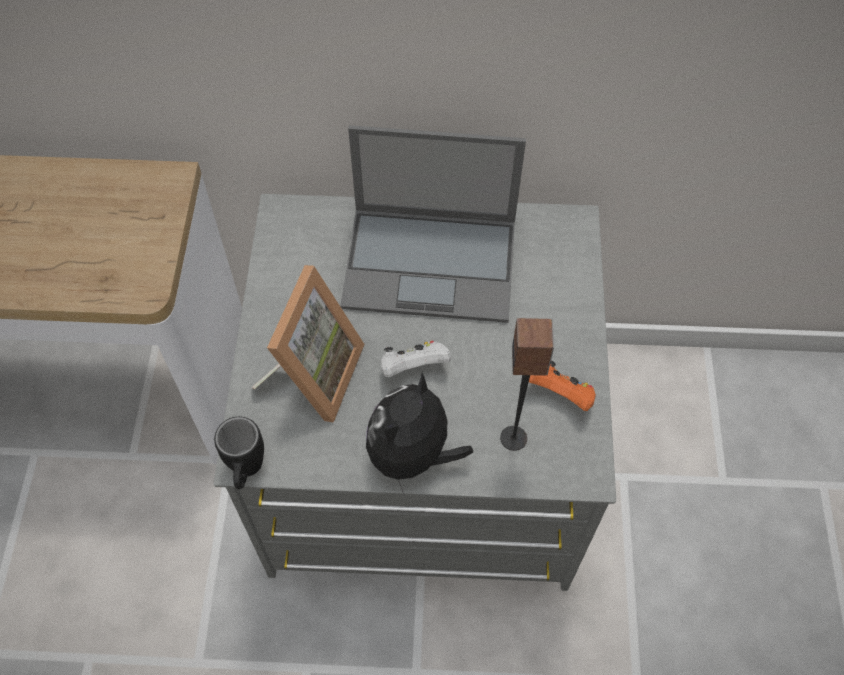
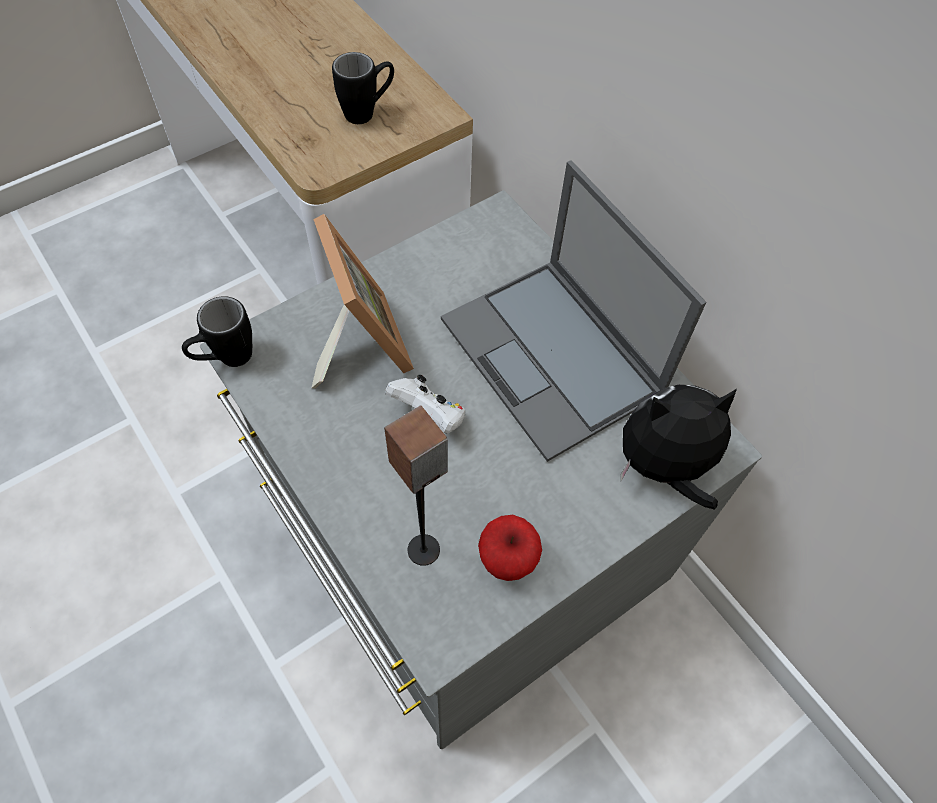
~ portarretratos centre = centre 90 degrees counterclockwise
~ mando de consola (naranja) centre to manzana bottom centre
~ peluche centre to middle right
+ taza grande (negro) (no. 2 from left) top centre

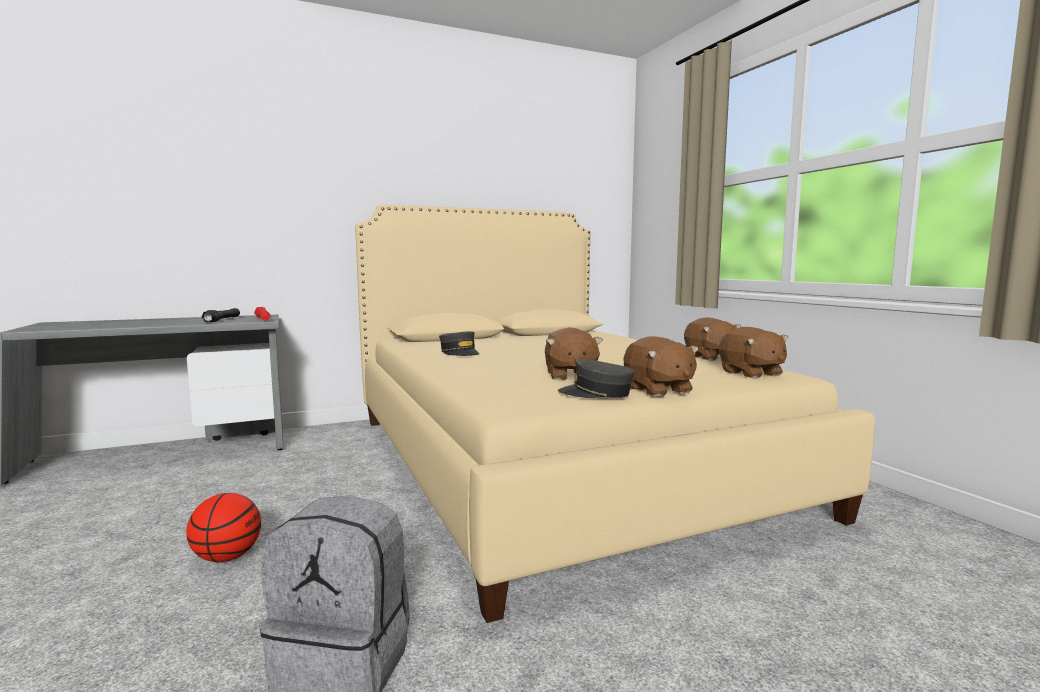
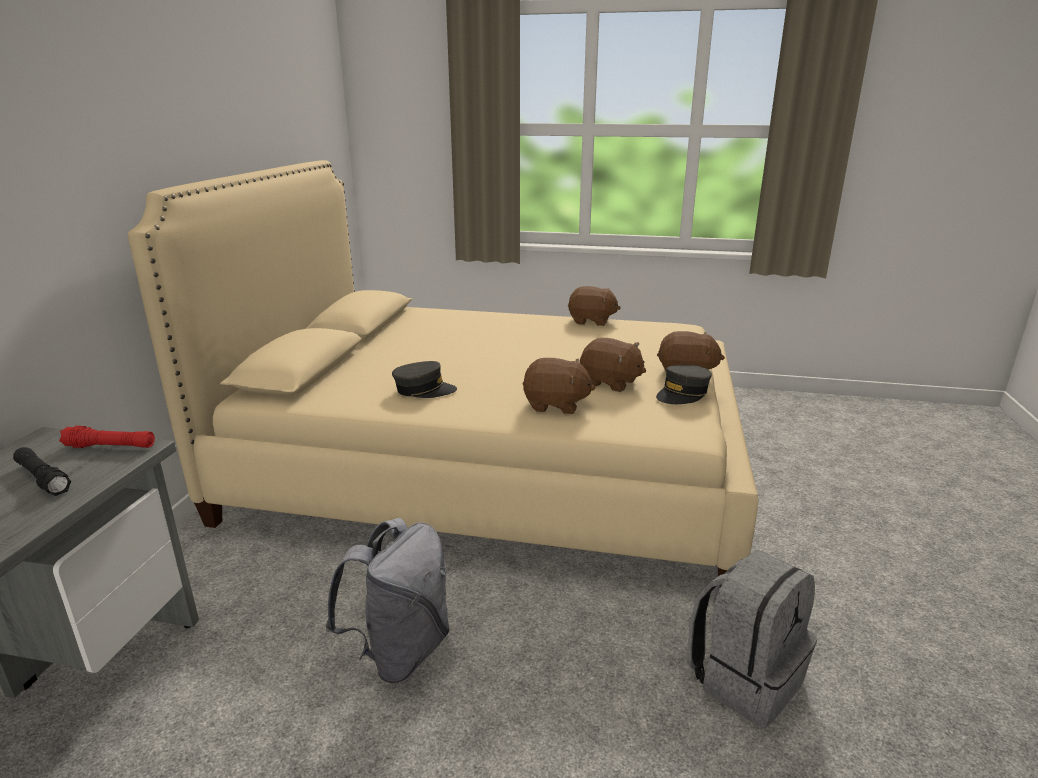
~ peluche (marrón) (no. 4 from left in the first image) middle right to peluche (marrón) (no. 1 from left) centre
- balón de baloncesto bottom left
+ mochila (gris) (no. 1 from left) bottom centre

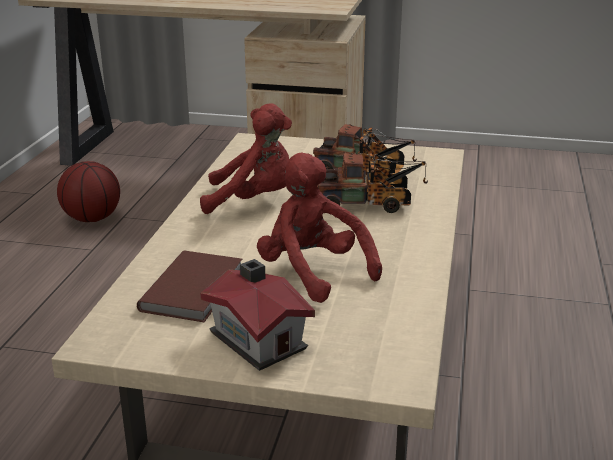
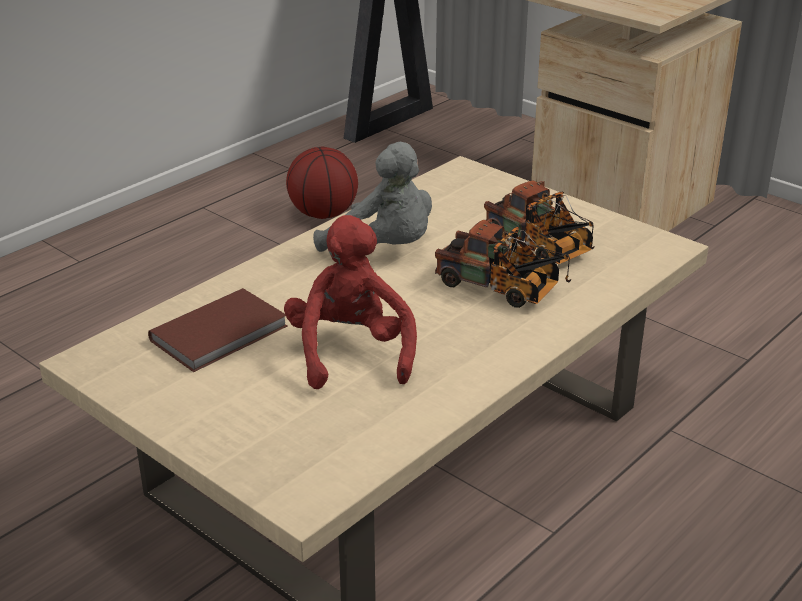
~ peluche (rojo) (no. 1 from left) centre to peluche (gris) top centre
- casita bottom centre

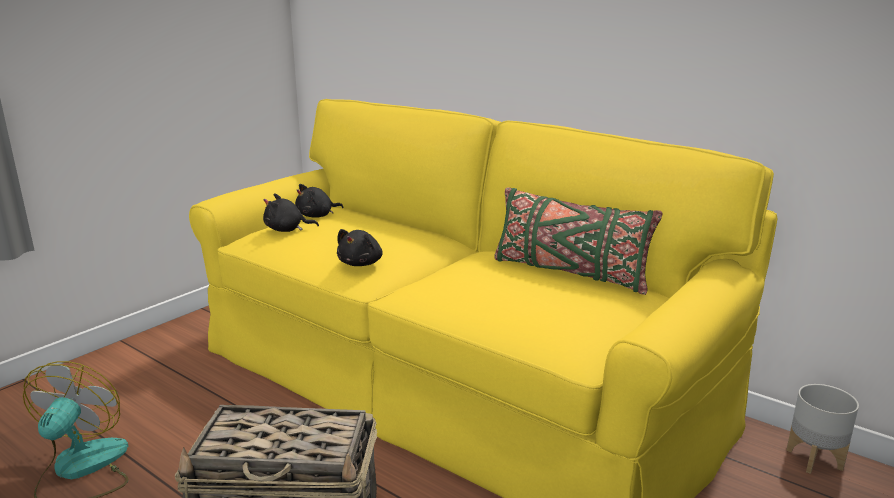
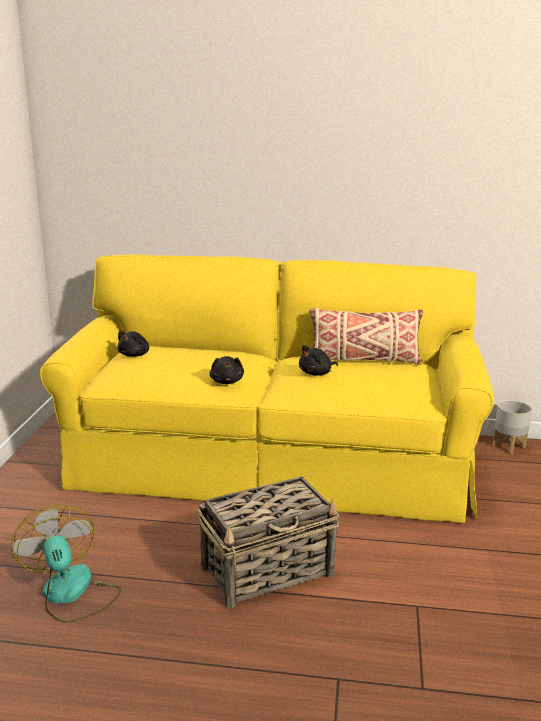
~ cojín (verde) centre to cojín (beis) middle right
~ peluche (negro) (no. 1 from left in the first image) middle left to peluche (negro) (no. 3 from left) centre

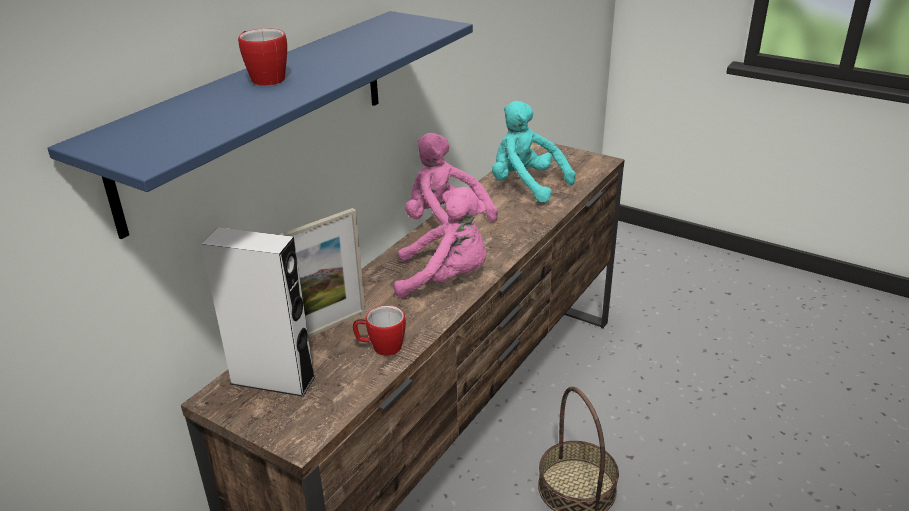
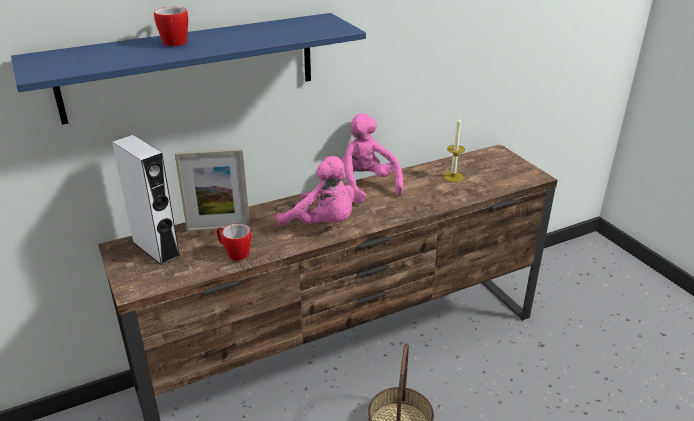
~ peluche (turquesa) top centre to vela centre

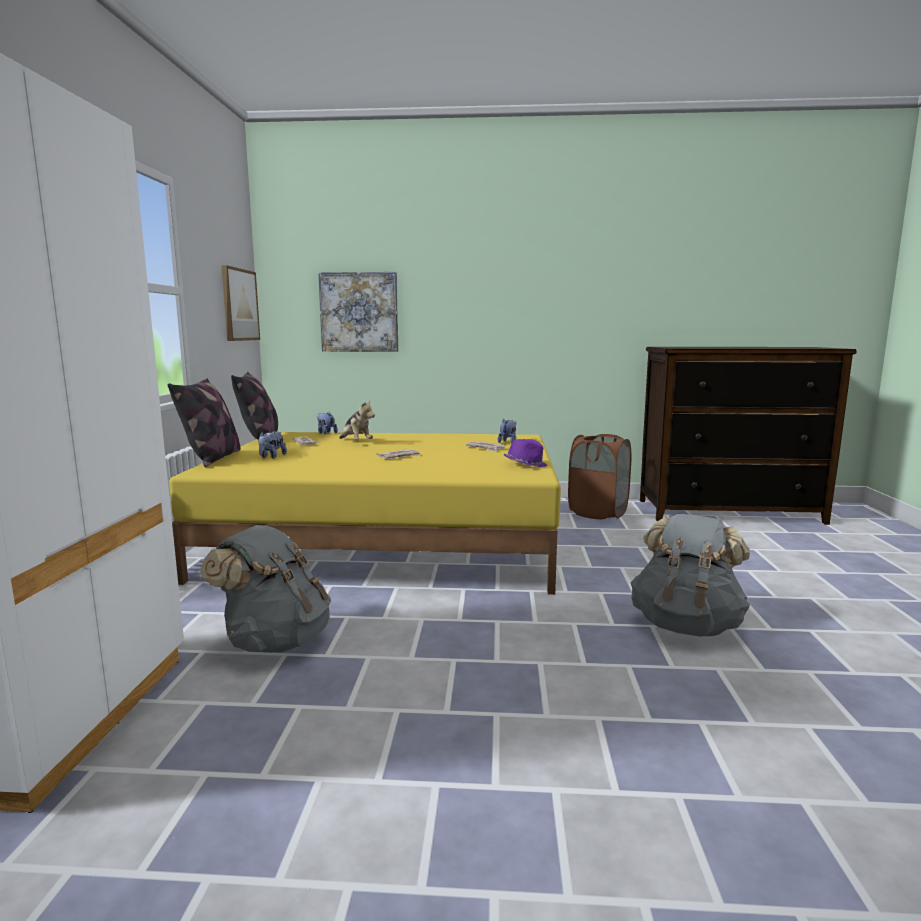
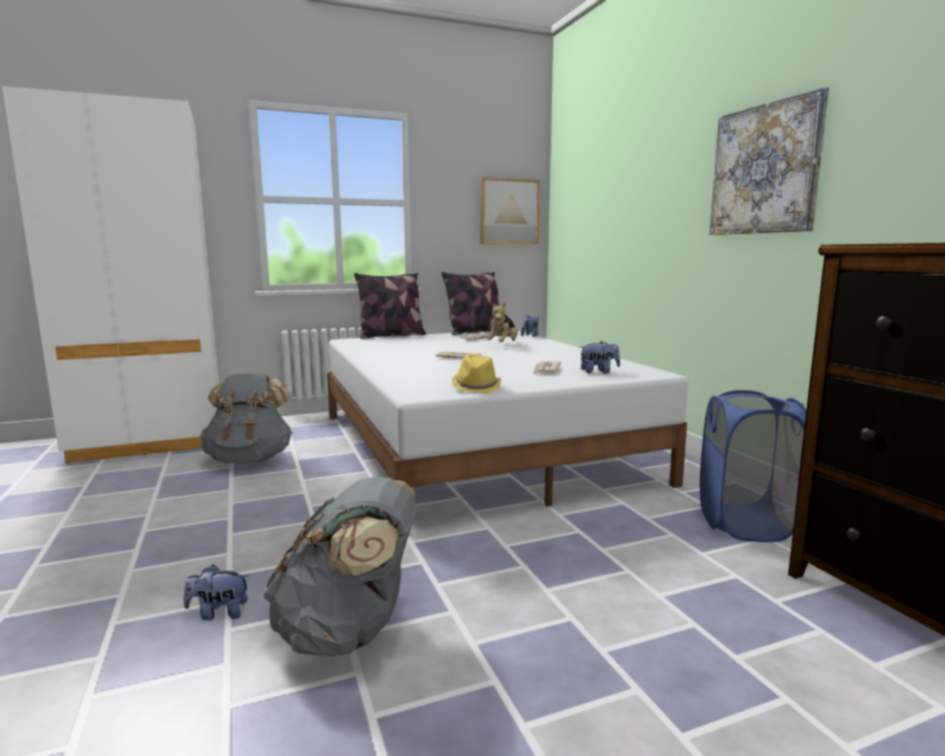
~ cuadro (no. 2 from left) centre to top right
~ peluche (no. 1 from left) middle left to bottom left
~ cama (amarillo) centre to cama (blanco) centre
~ cesto de la ropa (marrón) centre to cesto de la ropa (azul) middle right
~ sombrero (morado) centre to sombrero (amarillo) centre

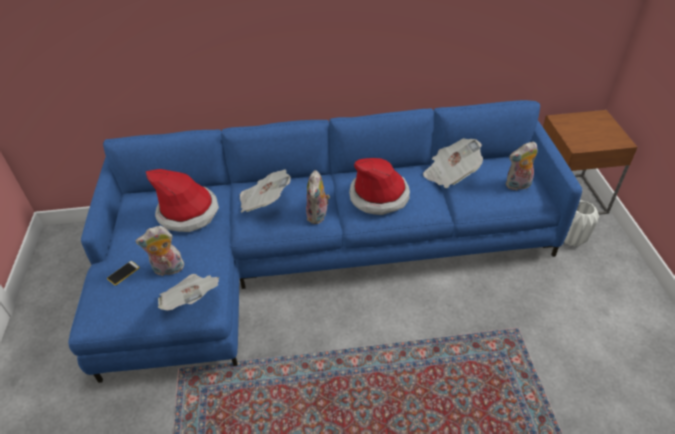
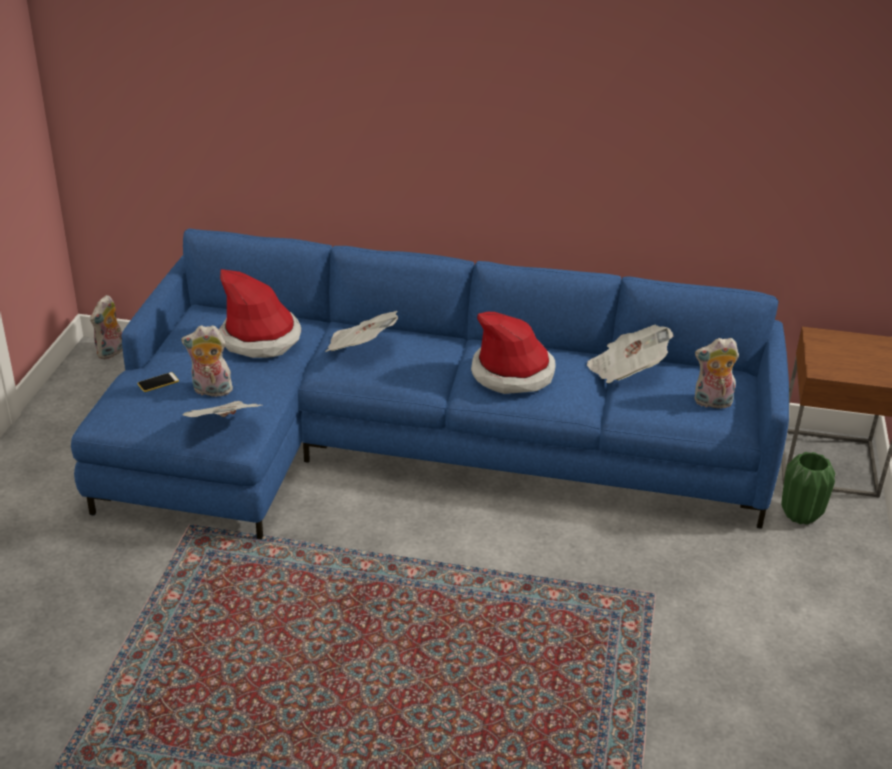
~ peluche (no. 2 from left in the first image) centre to peluche (no. 1 from left) middle left
~ florero (blanco) middle right to florero (verde) middle right

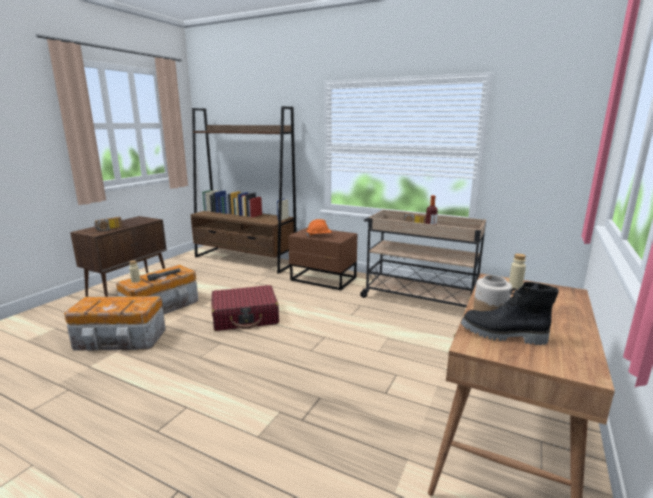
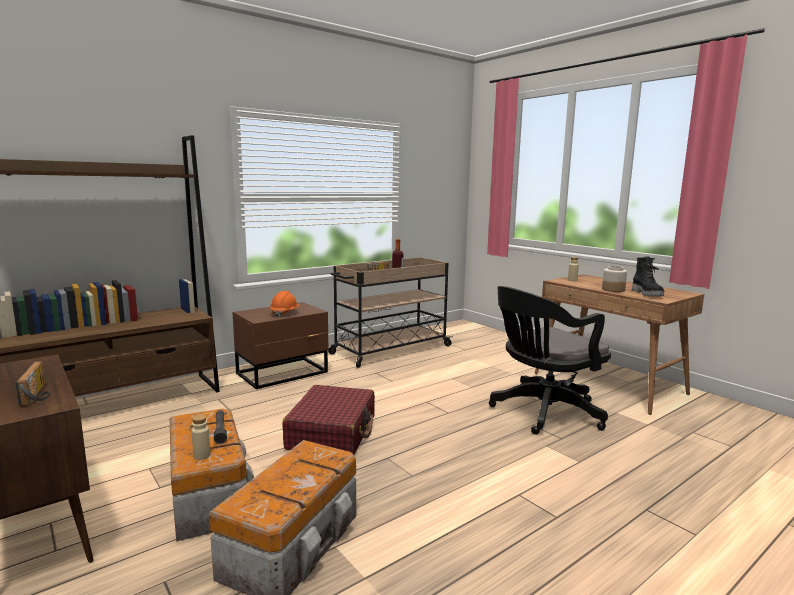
~ bota (negro) middle right = middle right 45 degrees counterclockwise
+ silla de oficina (negro) middle right

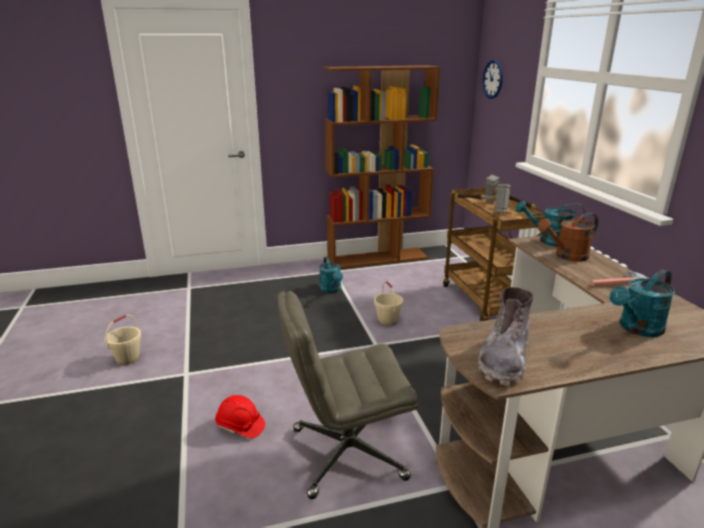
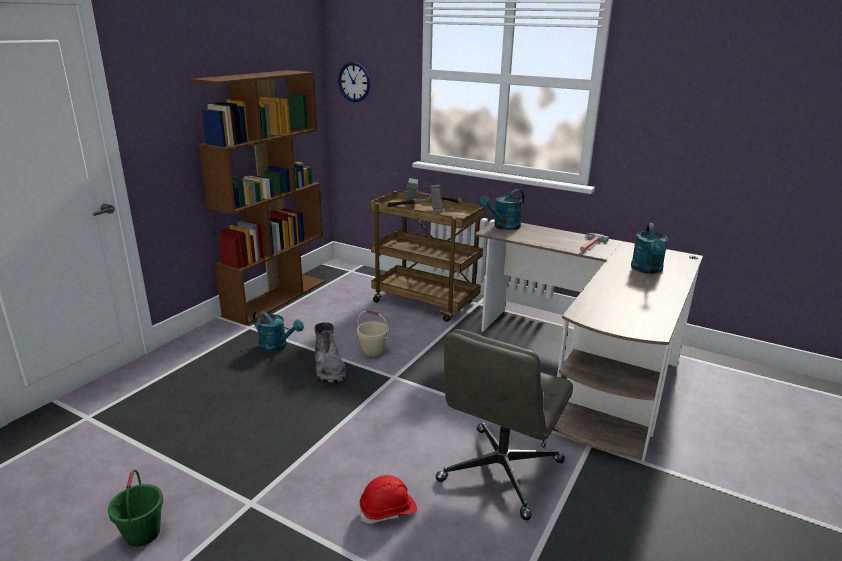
- regadera (marrón) middle right
~ bota (gris) middle right to centre
~ cubo (beis) (no. 1 from left) middle left to cubo (verde) bottom left

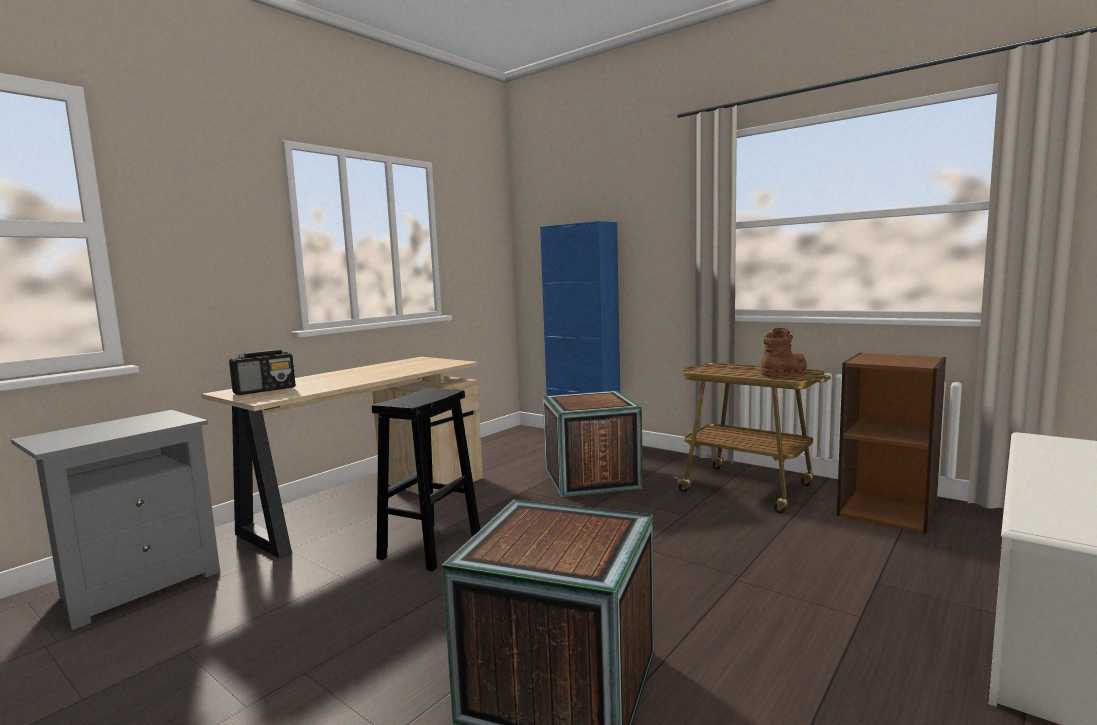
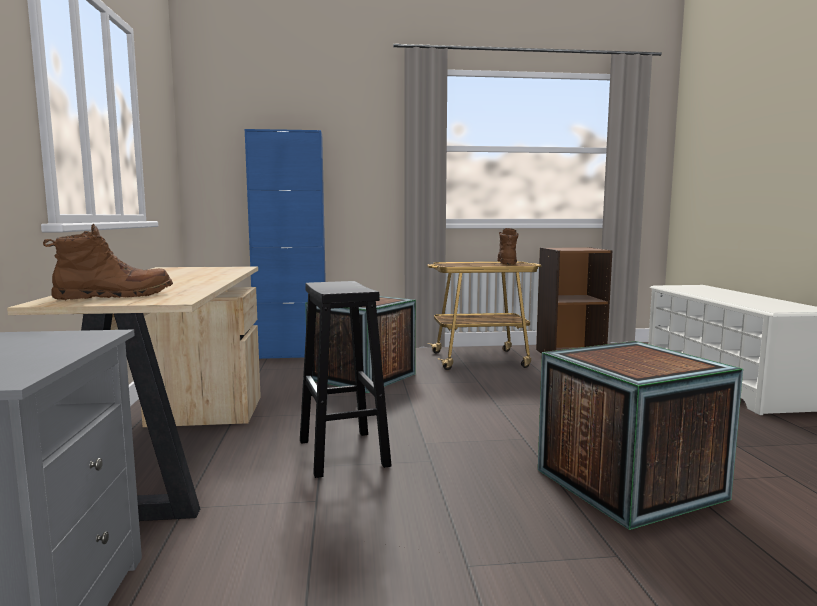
~ radio middle left to bota (marrón) (no. 1 from left) middle left

